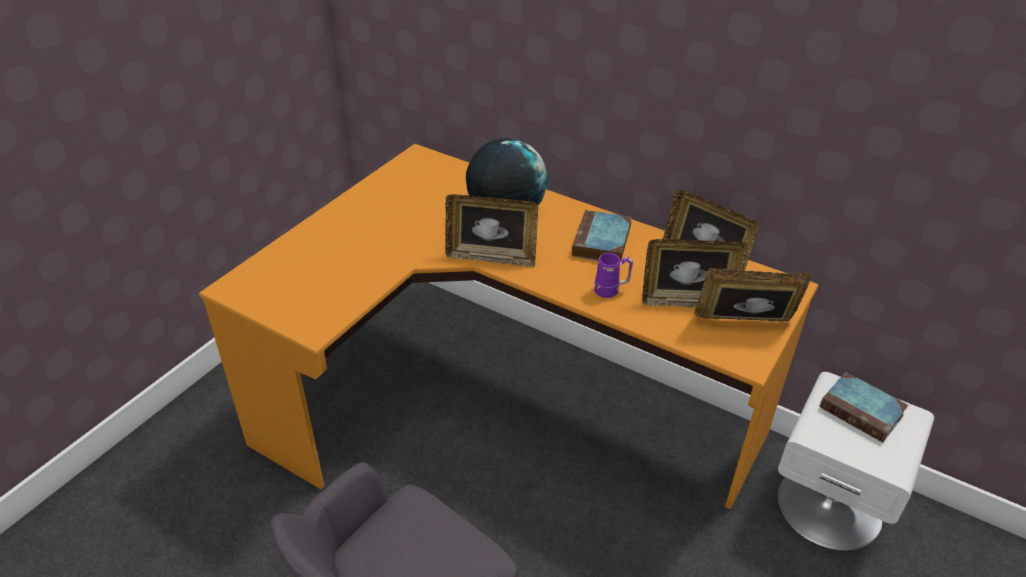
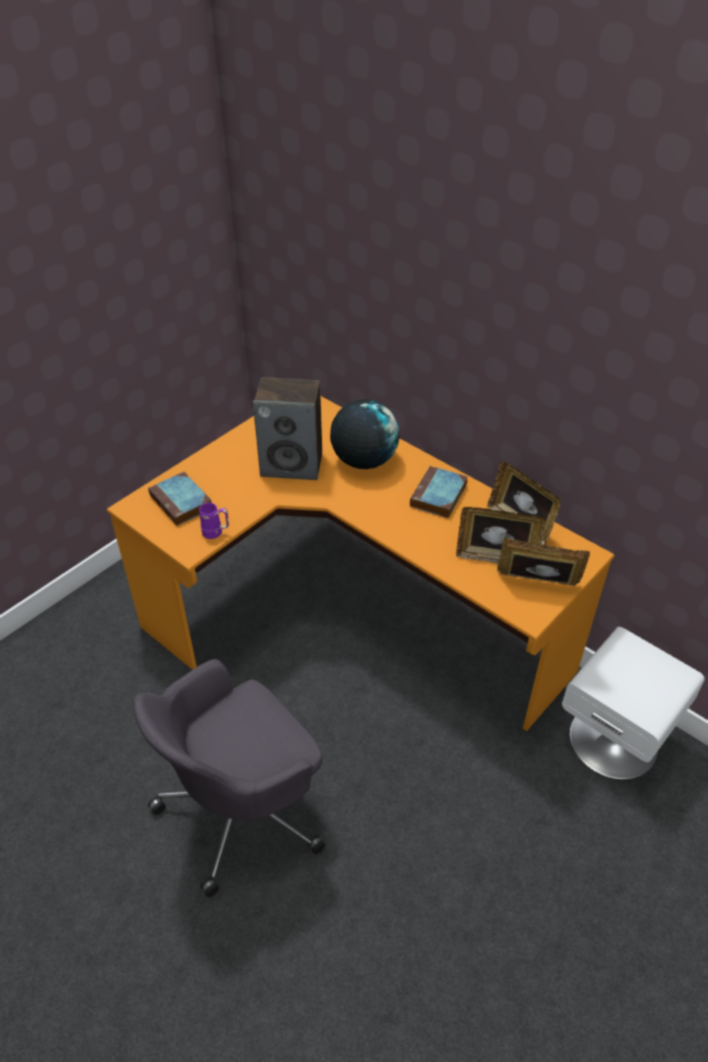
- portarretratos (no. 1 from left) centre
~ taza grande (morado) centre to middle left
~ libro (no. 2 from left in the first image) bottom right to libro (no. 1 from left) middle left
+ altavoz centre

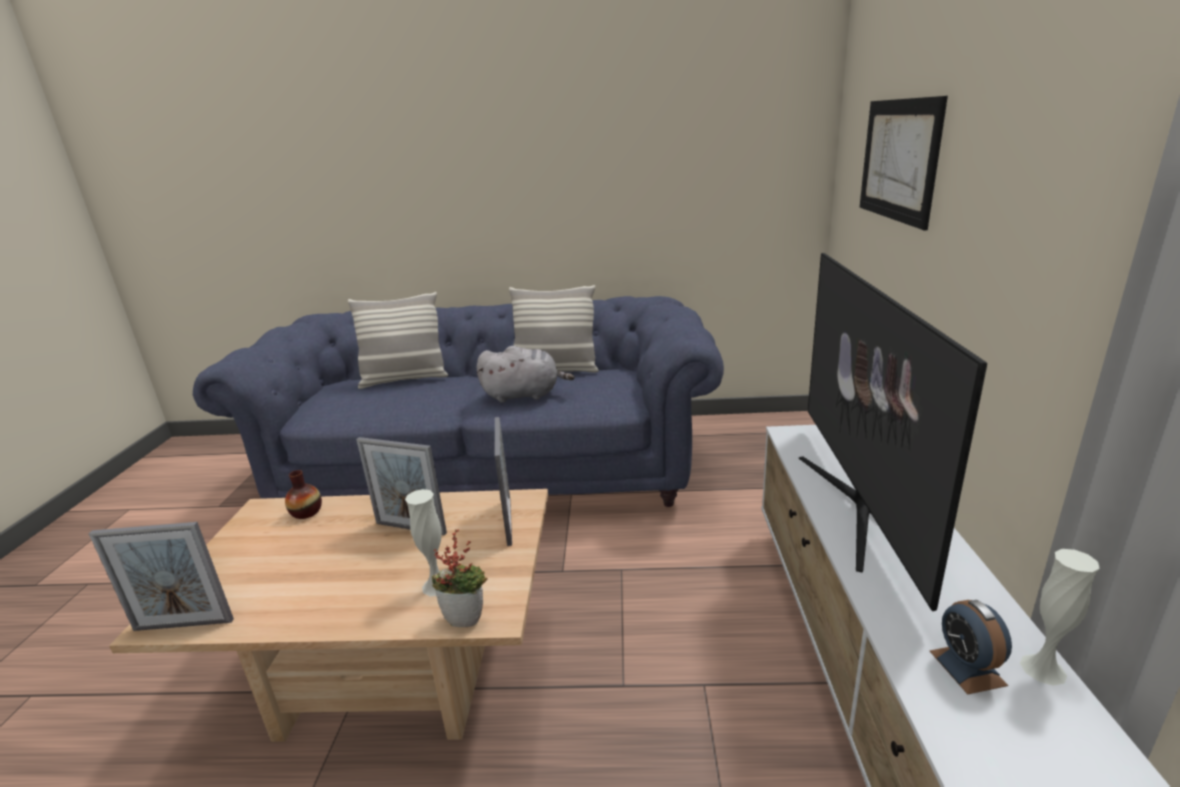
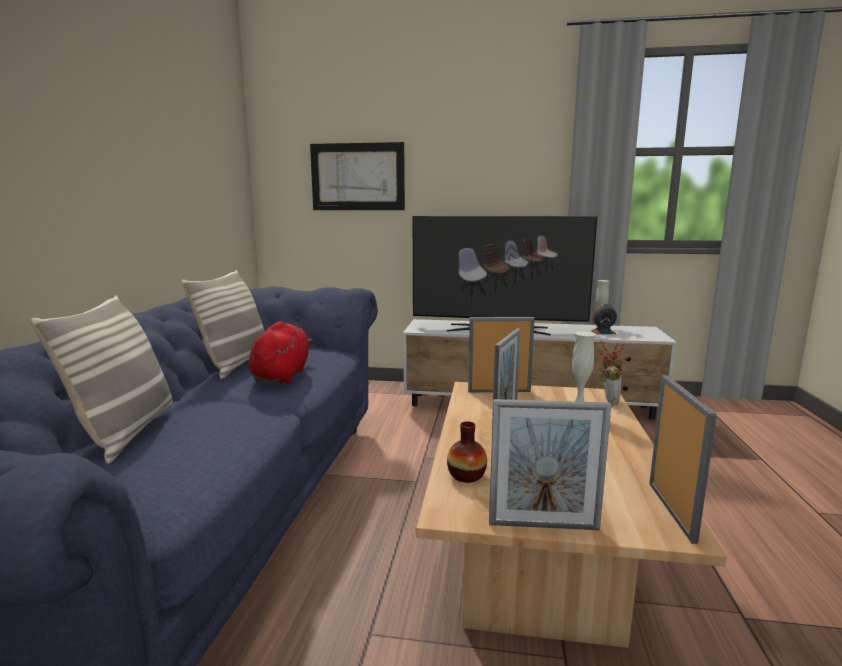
~ peluche (gris) centre to peluche (rojo) centre
+ portarretratos (no. 3 from left) bottom centre

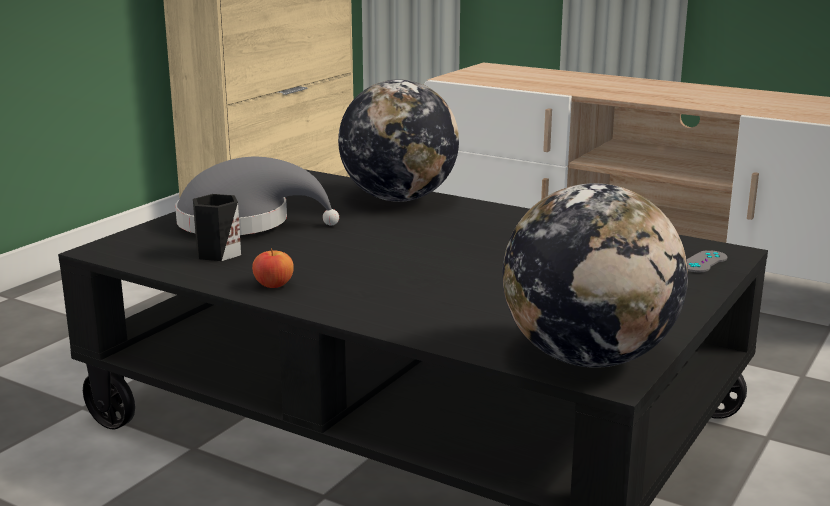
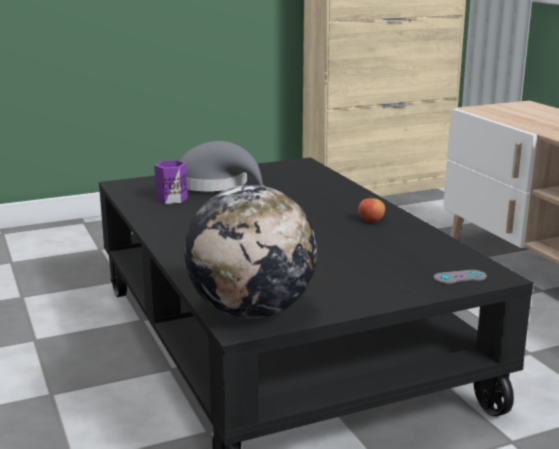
- globo terráqueo (no. 1 from left) top centre
~ taza grande (negro) middle left to taza grande (morado) middle left
~ manzana middle left to centre

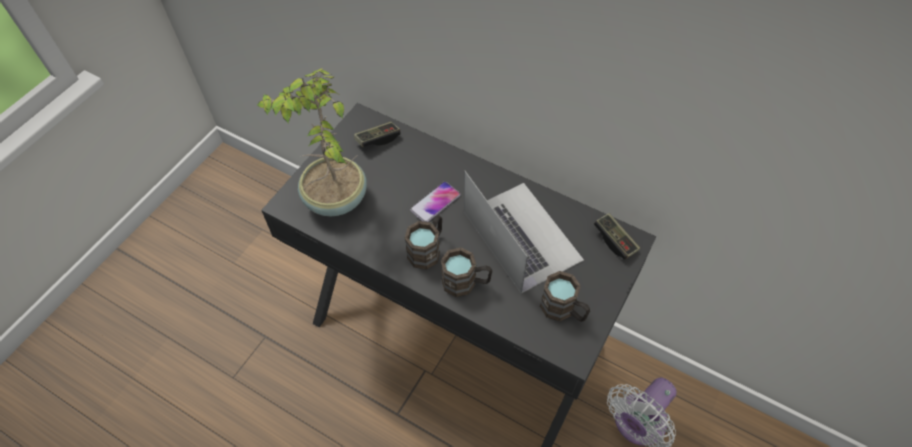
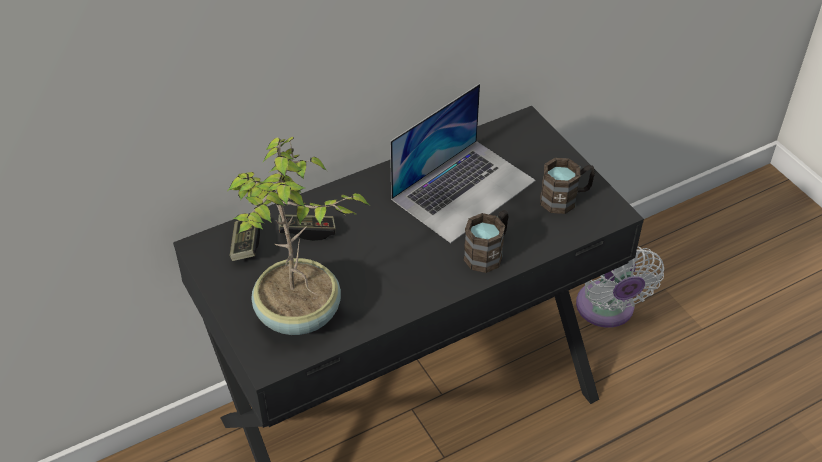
~ portátil centre = centre 135 degrees clockwise
- móvil centre
~ mando de consola (no. 2 from left) middle right to centre
- taza grande (marrón) (no. 1 from left) centre

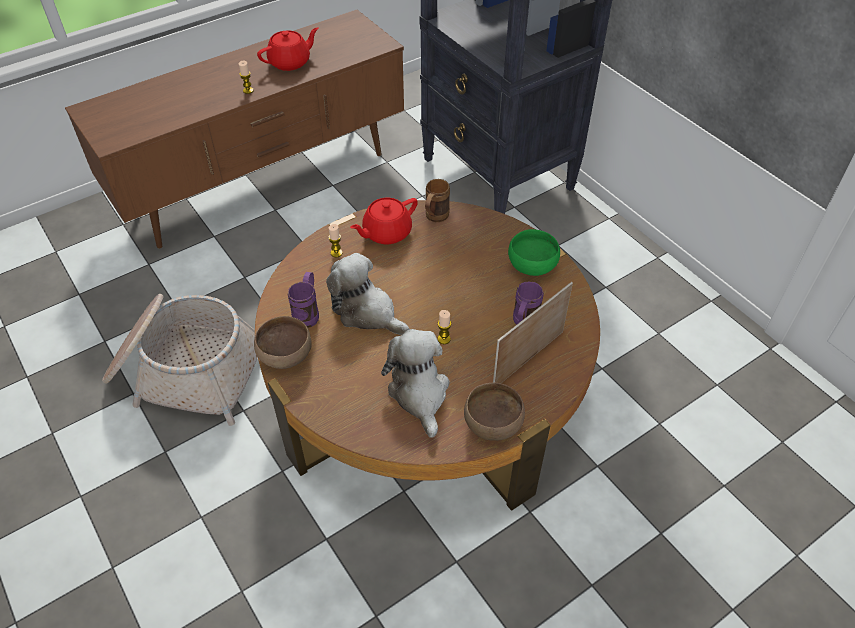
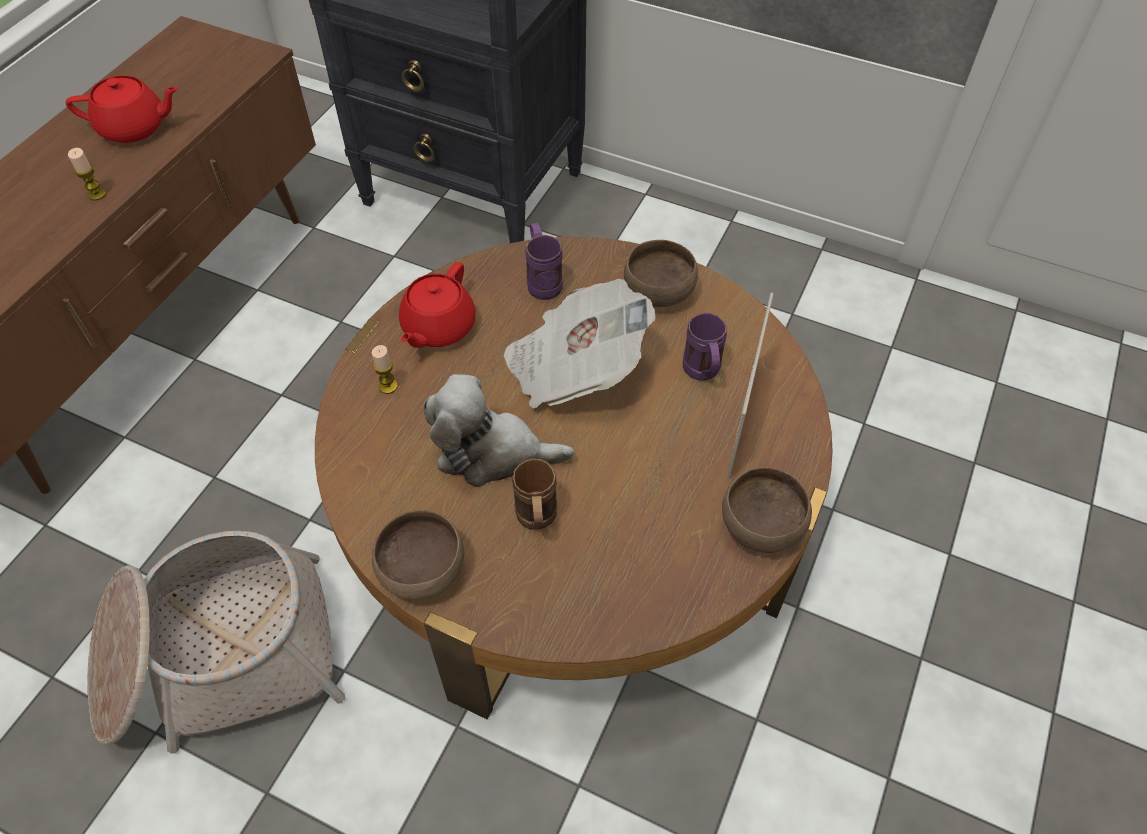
~ tetera (rojo) (no. 1 from left) top centre = top left 60 degrees clockwise
~ taza grande (marrón) top centre to centre
~ cuenco (verde) centre to cuenco (marrón) (no. 2 from left) top centre
~ taza grande (morado) (no. 1 from left) centre to top centre
- vela (no. 3 from left) centre
- peluche (no. 2 from left) centre
+ periódico centre

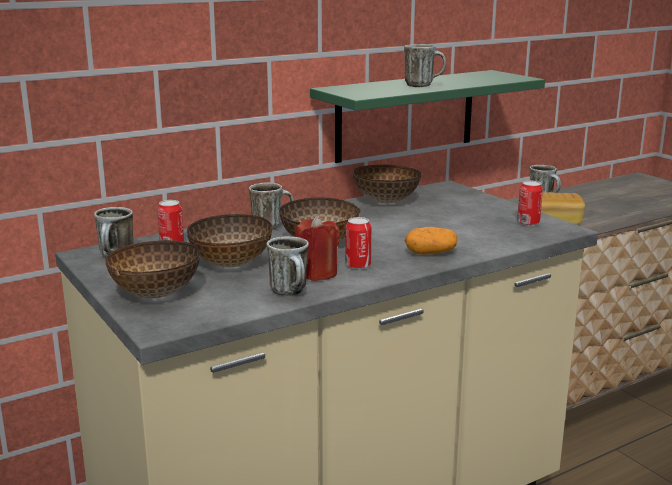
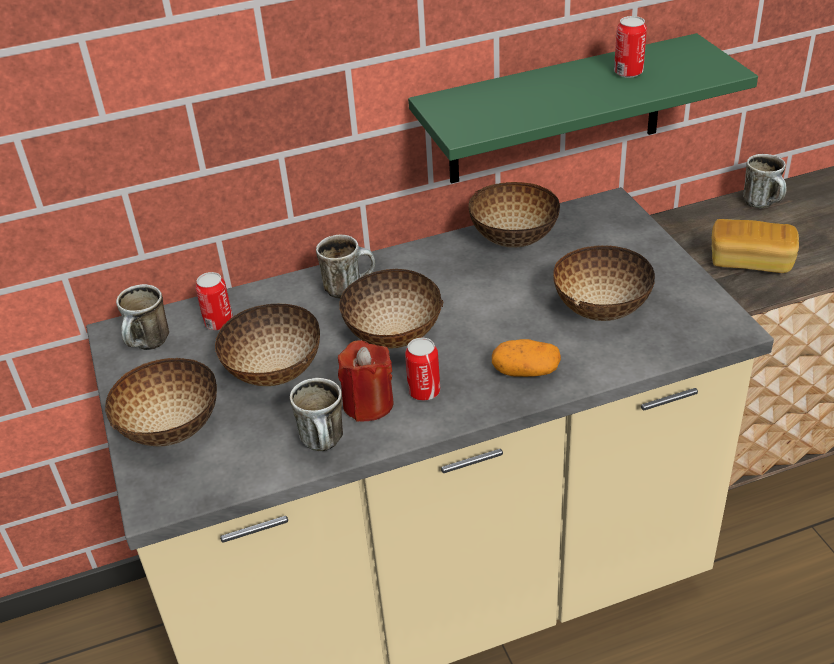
- taza grande (no. 4 from left) top centre
~ lata (no. 3 from left) middle right to top right
+ cuenco (no. 5 from left) middle right

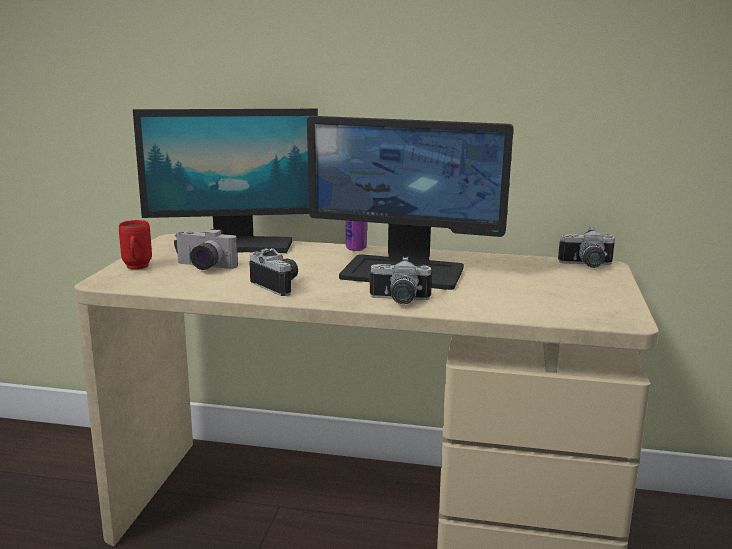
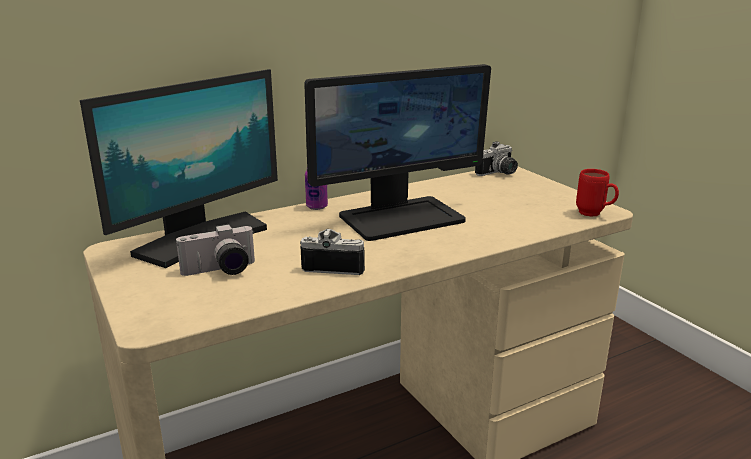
~ taza grande (rojo) middle left to middle right
- cámara (no. 3 from left) centre

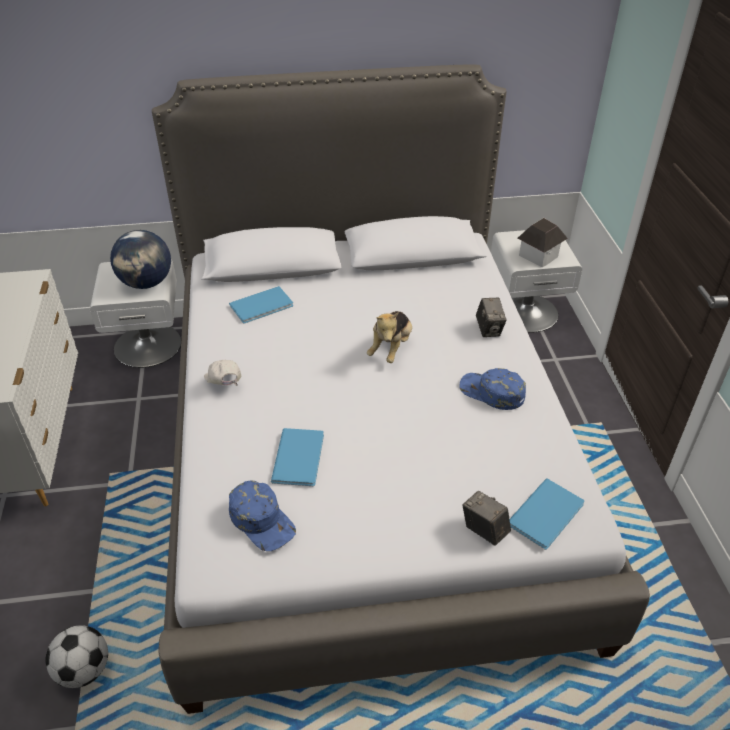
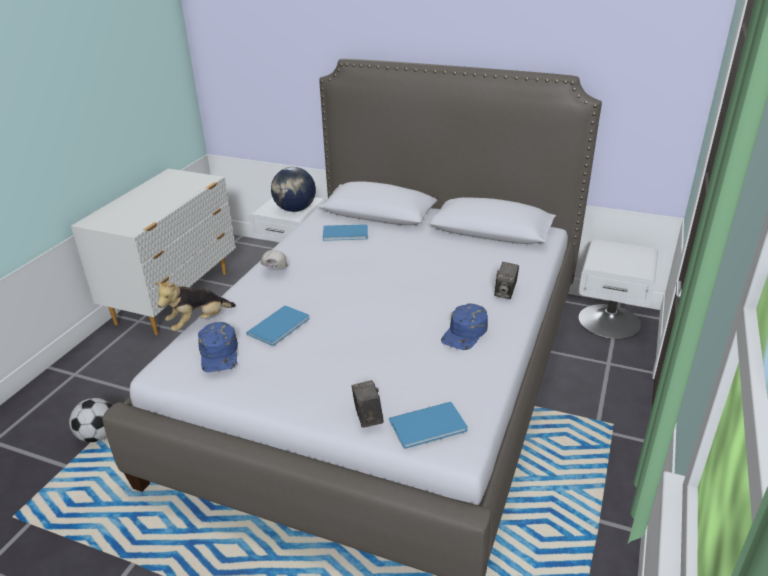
- casita top right
~ peluche centre to middle left
~ gorra (azul) (no. 2 from left) middle right = centre 120 degrees counterclockwise

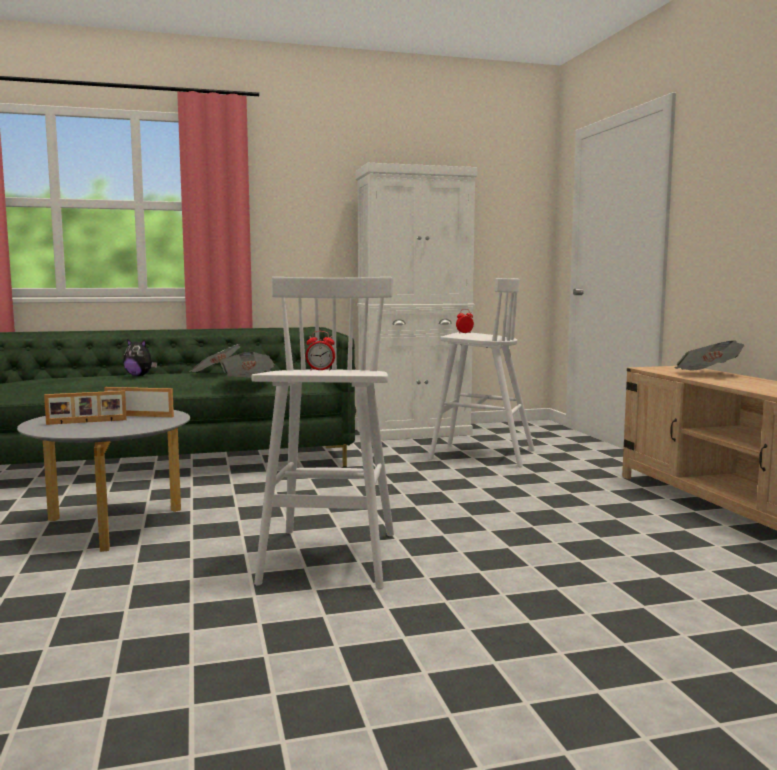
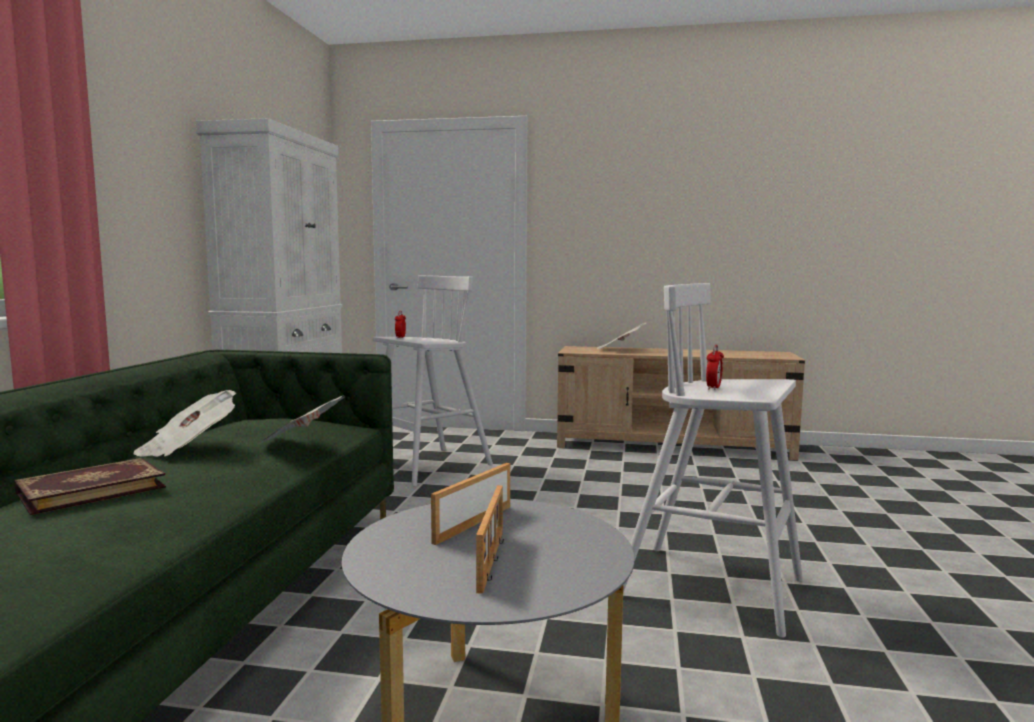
~ peluche middle left to libro bottom left

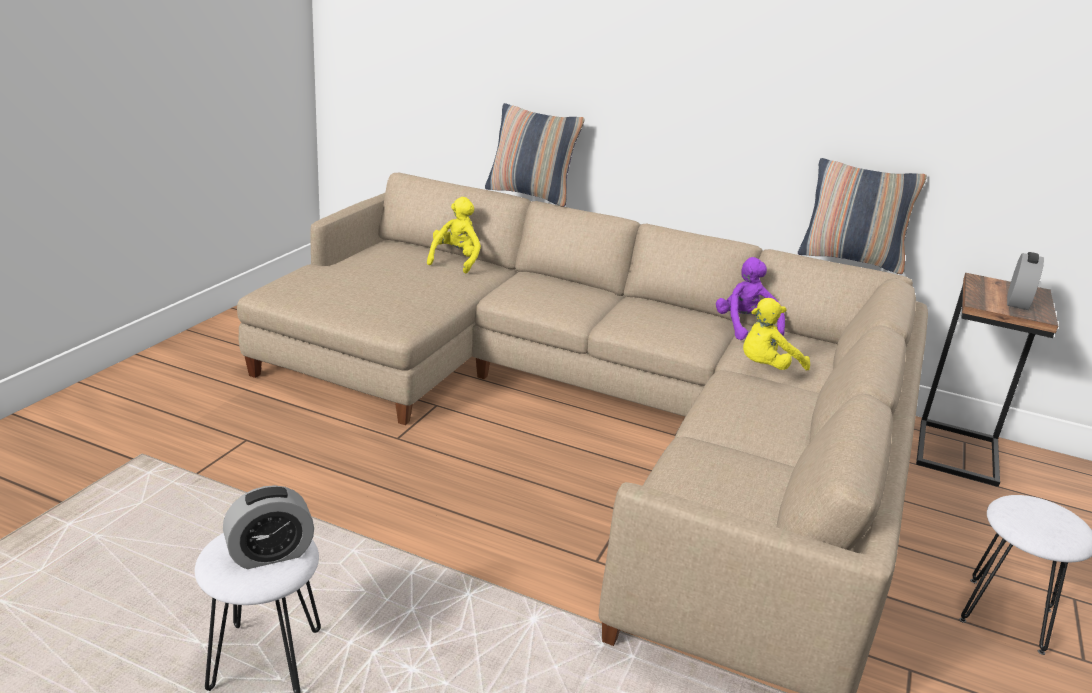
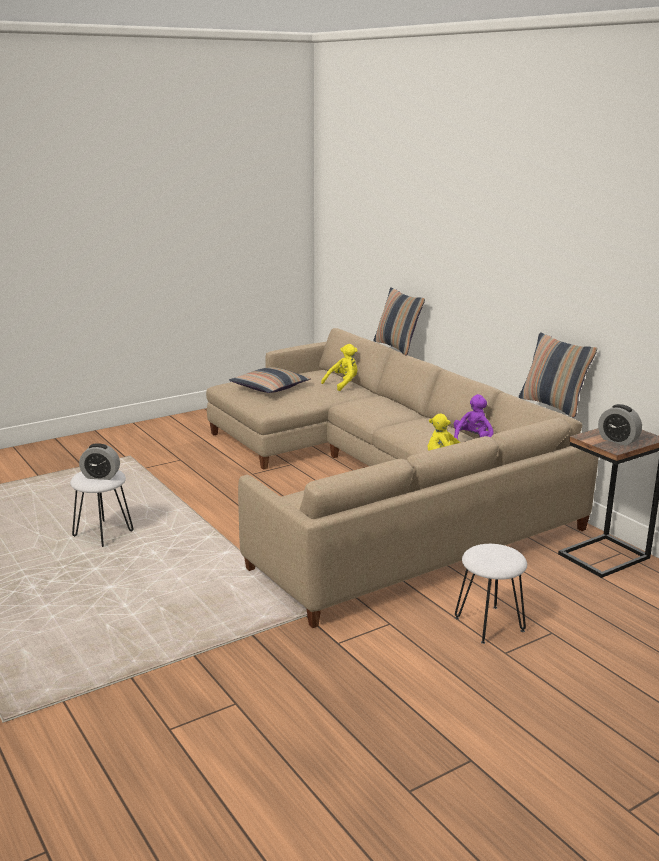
~ despertador (no. 2 from left) middle right = middle right 75 degrees clockwise
+ cojín (no. 1 from left) centre

